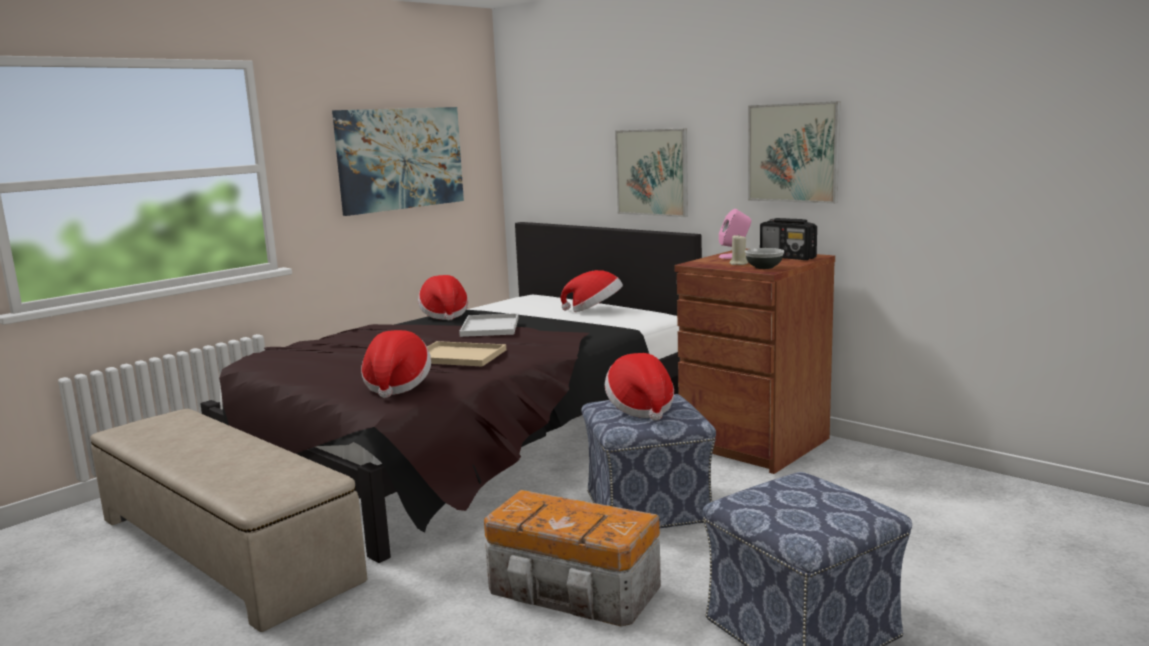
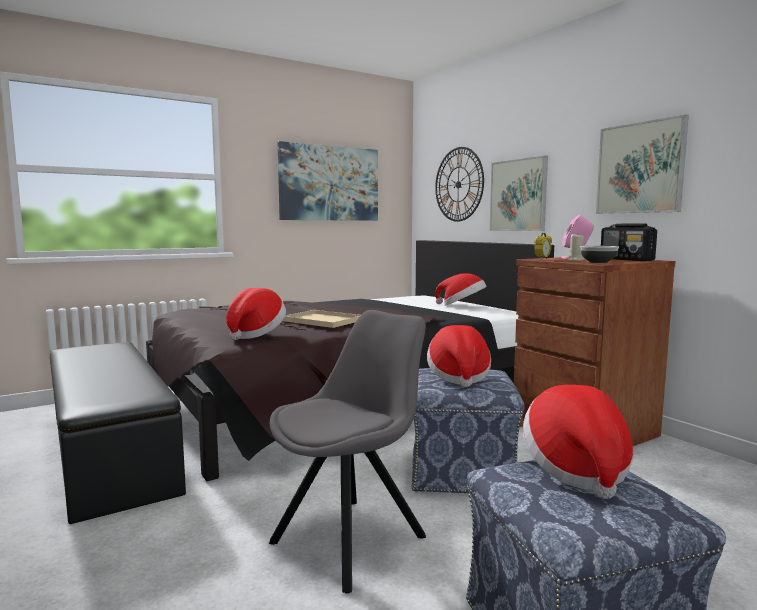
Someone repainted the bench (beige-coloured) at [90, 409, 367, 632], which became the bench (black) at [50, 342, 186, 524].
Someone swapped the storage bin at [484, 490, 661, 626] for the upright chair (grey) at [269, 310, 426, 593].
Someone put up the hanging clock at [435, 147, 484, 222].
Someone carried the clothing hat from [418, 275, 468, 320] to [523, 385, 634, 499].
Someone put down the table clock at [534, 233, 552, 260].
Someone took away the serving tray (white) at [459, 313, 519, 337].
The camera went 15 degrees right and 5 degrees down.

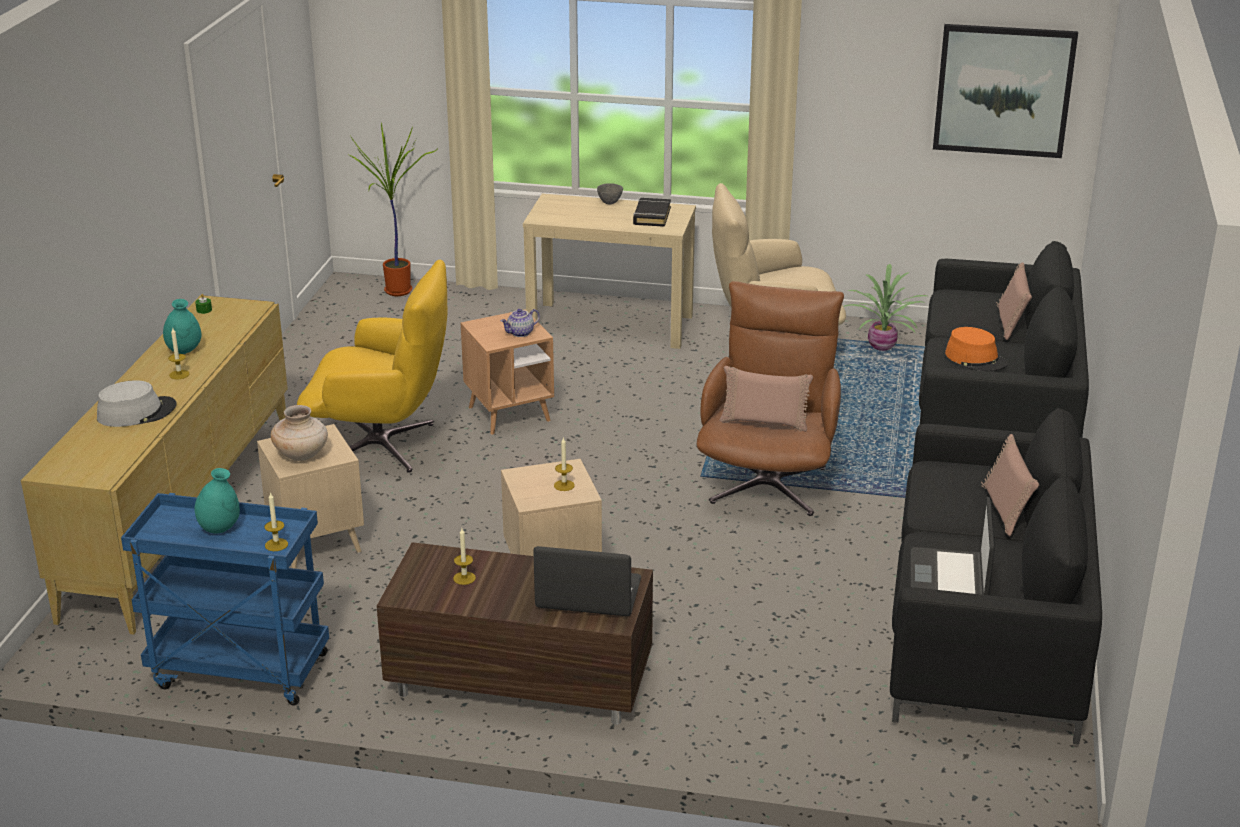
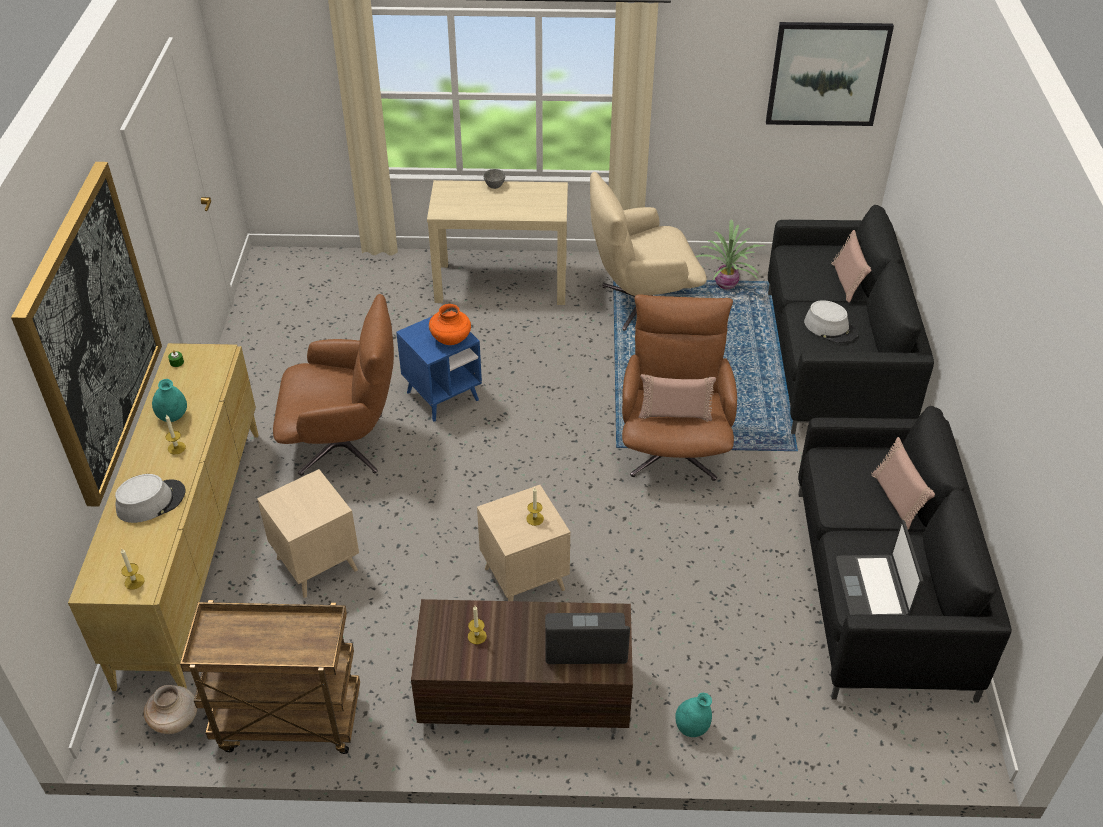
Someone put up the wall picture at [11, 162, 162, 507].
Someone carried the wax candle from [264, 492, 288, 551] to [121, 549, 144, 590].
Someone carried the flower vase (beige-coloured) from [271, 405, 328, 461] to [144, 685, 197, 734].
Someone repainted the wheeled cart (bluish) at [121, 493, 329, 706], which became the wheeled cart (brownish) at [180, 600, 360, 754].
Someone repainted the easy chair (yellow) at [297, 260, 448, 473], which became the easy chair (brownish) at [273, 294, 394, 476].
Someone repainted the accent table (brownish) at [461, 309, 554, 435], which became the accent table (bluish) at [396, 316, 482, 422].
Someone swapped the tea pot at [501, 309, 540, 337] for the flower vase (orange) at [429, 304, 471, 345].
Someone carried the flower vase (turquoise-coloured) from [195, 468, 240, 534] to [675, 693, 712, 737].
Someone repainted the clothing hat (orange) at [945, 327, 1008, 371], which became the clothing hat (grey) at [804, 300, 858, 343].
Someone took away the houseplant at [349, 123, 438, 296].
Someone took away the book (black) at [633, 198, 671, 227].
The camera went 10 degrees left and 15 degrees up.

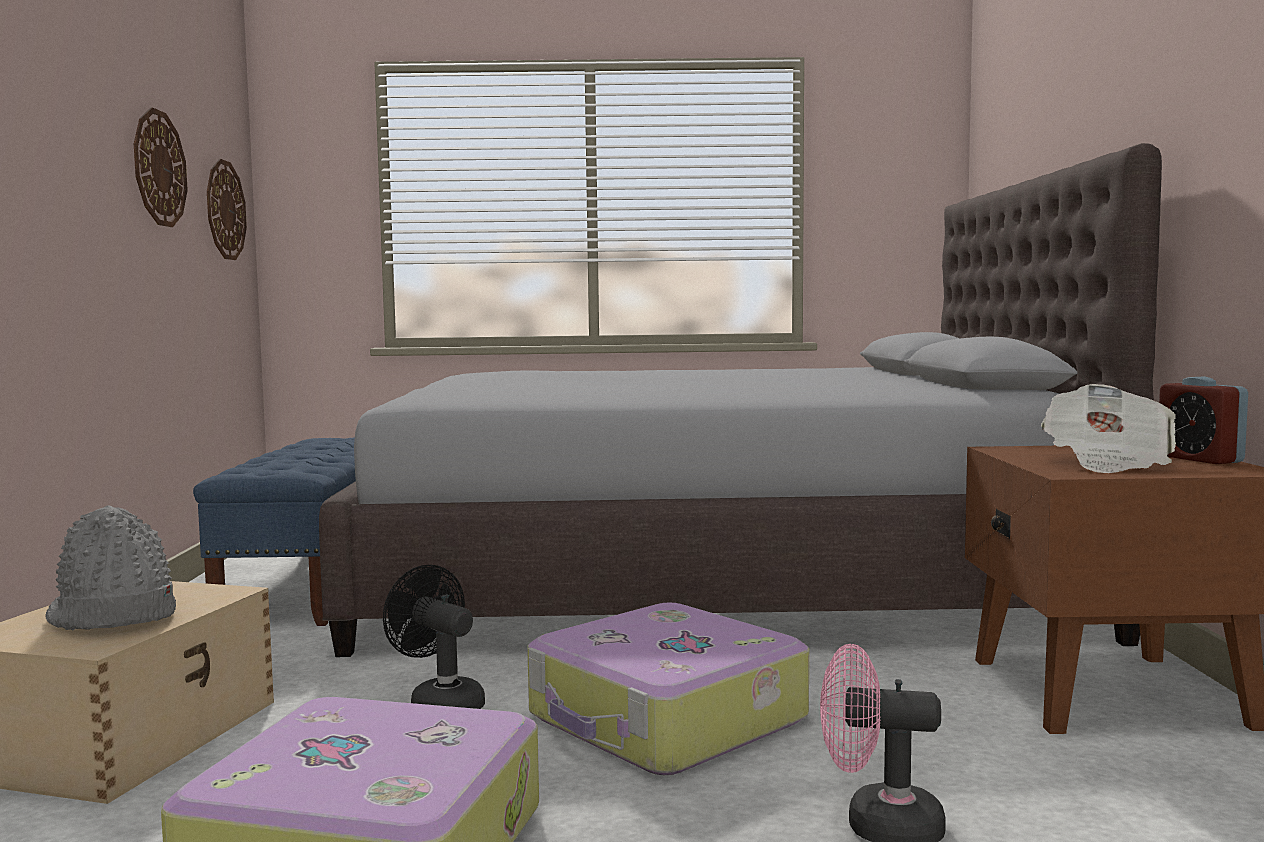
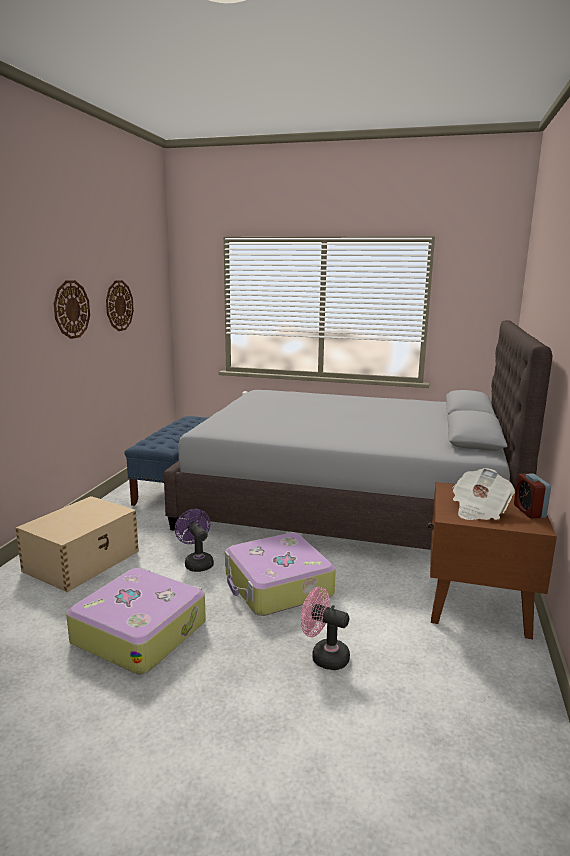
Someone carried the hanging clock from [207, 159, 247, 260] to [54, 280, 90, 339].
Someone repainted the cooling fan (black) at [383, 565, 485, 709], which became the cooling fan (purple) at [175, 509, 214, 572].
Someone took away the clothing hat (grey) at [45, 505, 176, 630].
The camera went 15 degrees right and 10 degrees up.

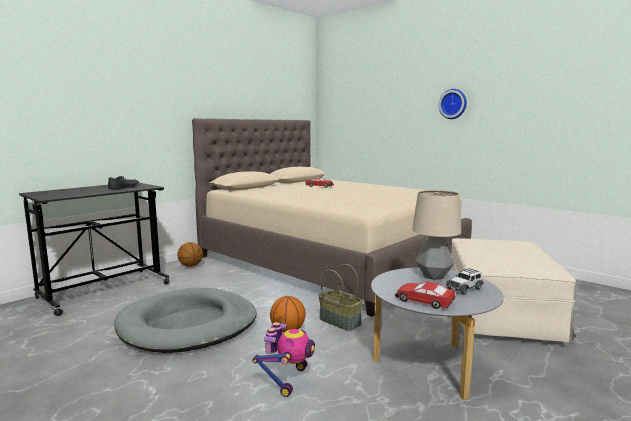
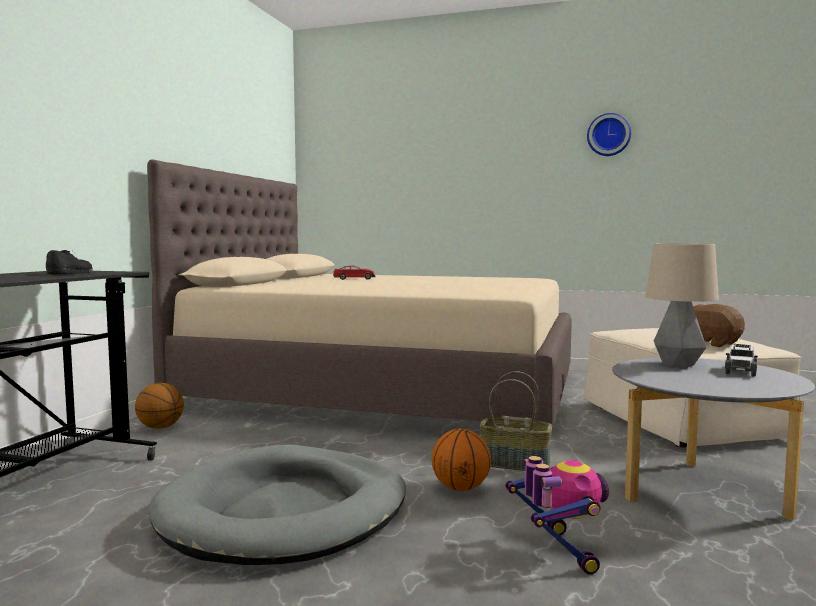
Someone carried the hanging clock from [439, 89, 467, 119] to [587, 113, 631, 156].
Someone put down the soft toy (brownish) at [693, 304, 745, 347].
Someone took away the toy car at [395, 282, 456, 309].
The camera went 25 degrees left and 5 degrees down.

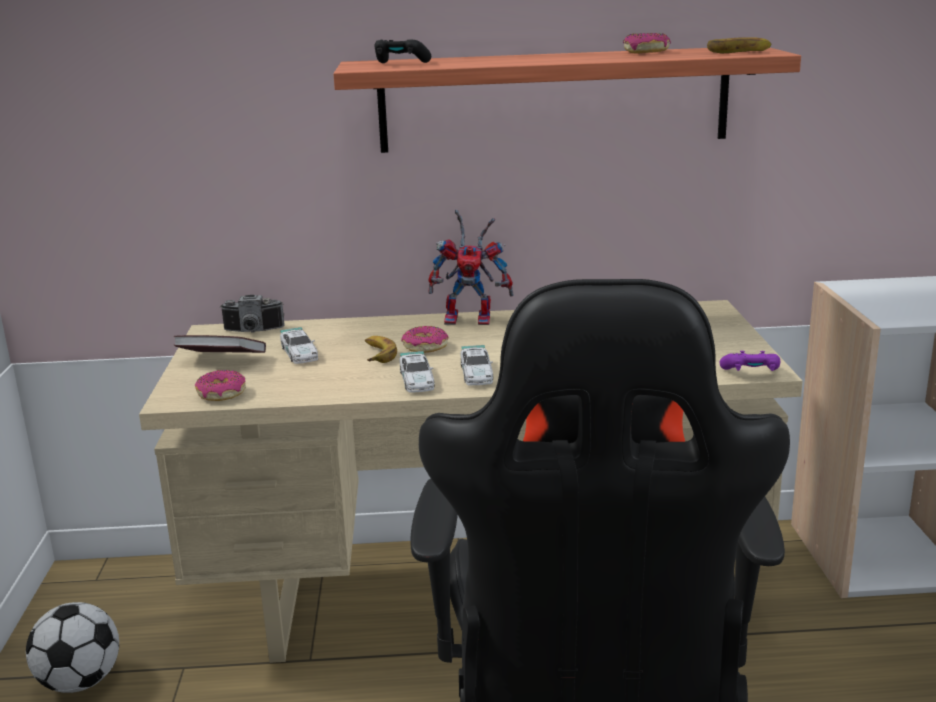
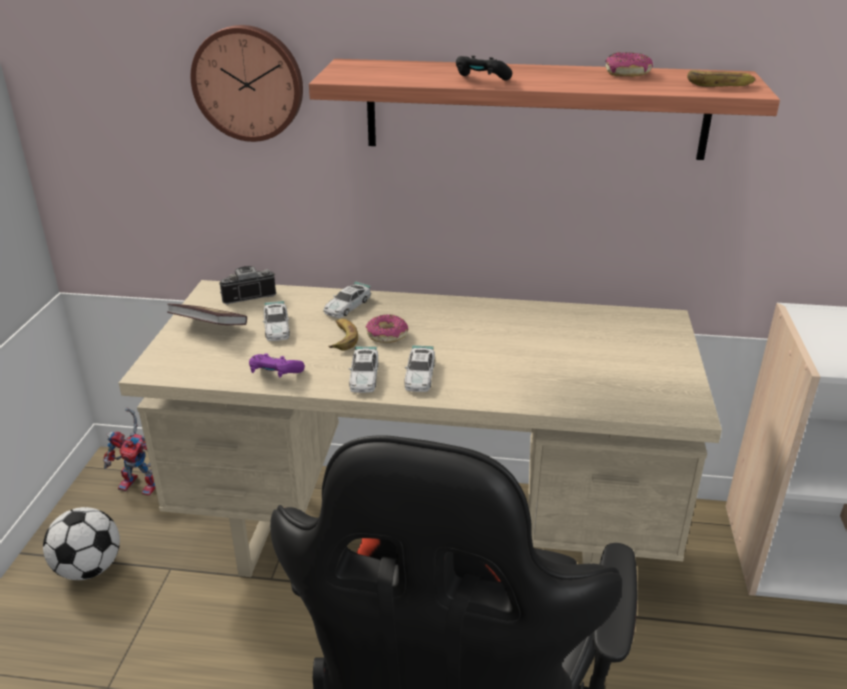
Someone carried the model robot from [428, 210, 513, 325] to [103, 408, 155, 496].
Someone put up the hanging clock at [191, 25, 303, 142].
Someone rotated the still camera at [220, 295, 285, 333] by 150 degrees clockwise.
Someone carried the game controller (purple) from [720, 351, 780, 371] to [249, 353, 305, 377].
Someone put down the toy car at [323, 282, 371, 318].
Someone carried the game controller (black) from [374, 39, 431, 63] to [456, 56, 512, 80].
Someone took away the donut at [195, 370, 246, 401].
The camera went 10 degrees right and 10 degrees up.

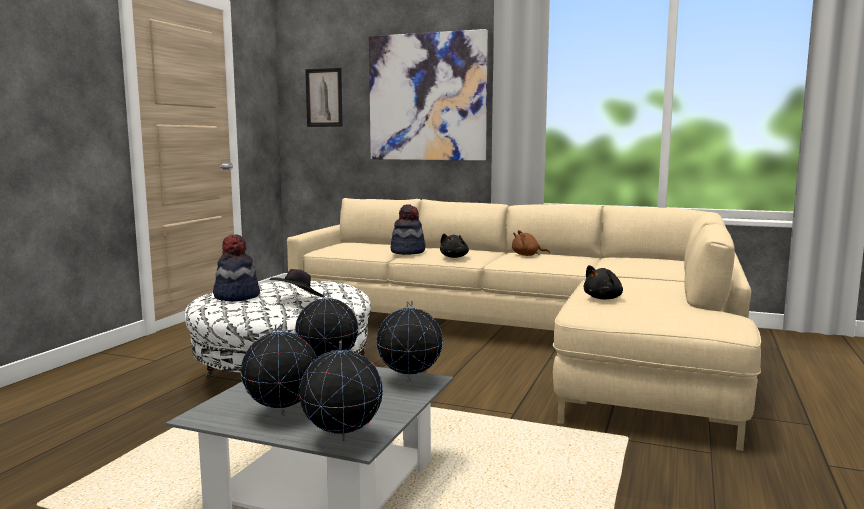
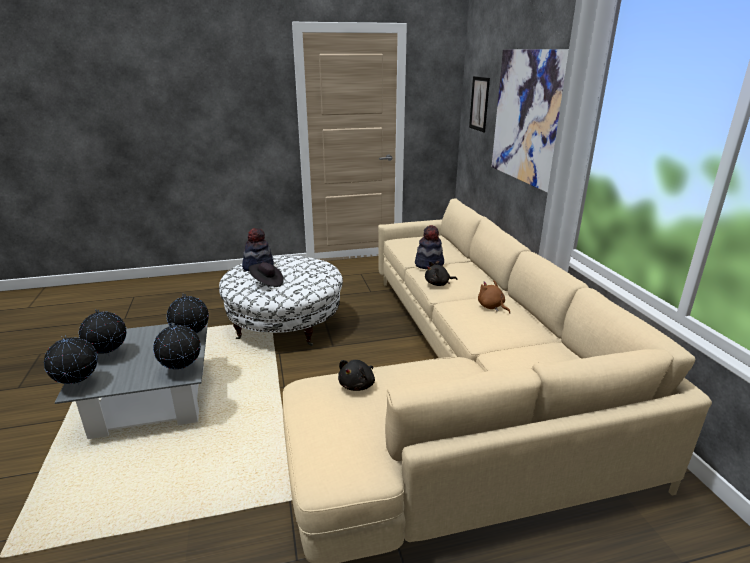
Someone rotated the soft toy (black) at [584, 265, 623, 299] by 75 degrees counterclockwise.
The camera went 55 degrees right and 15 degrees up.

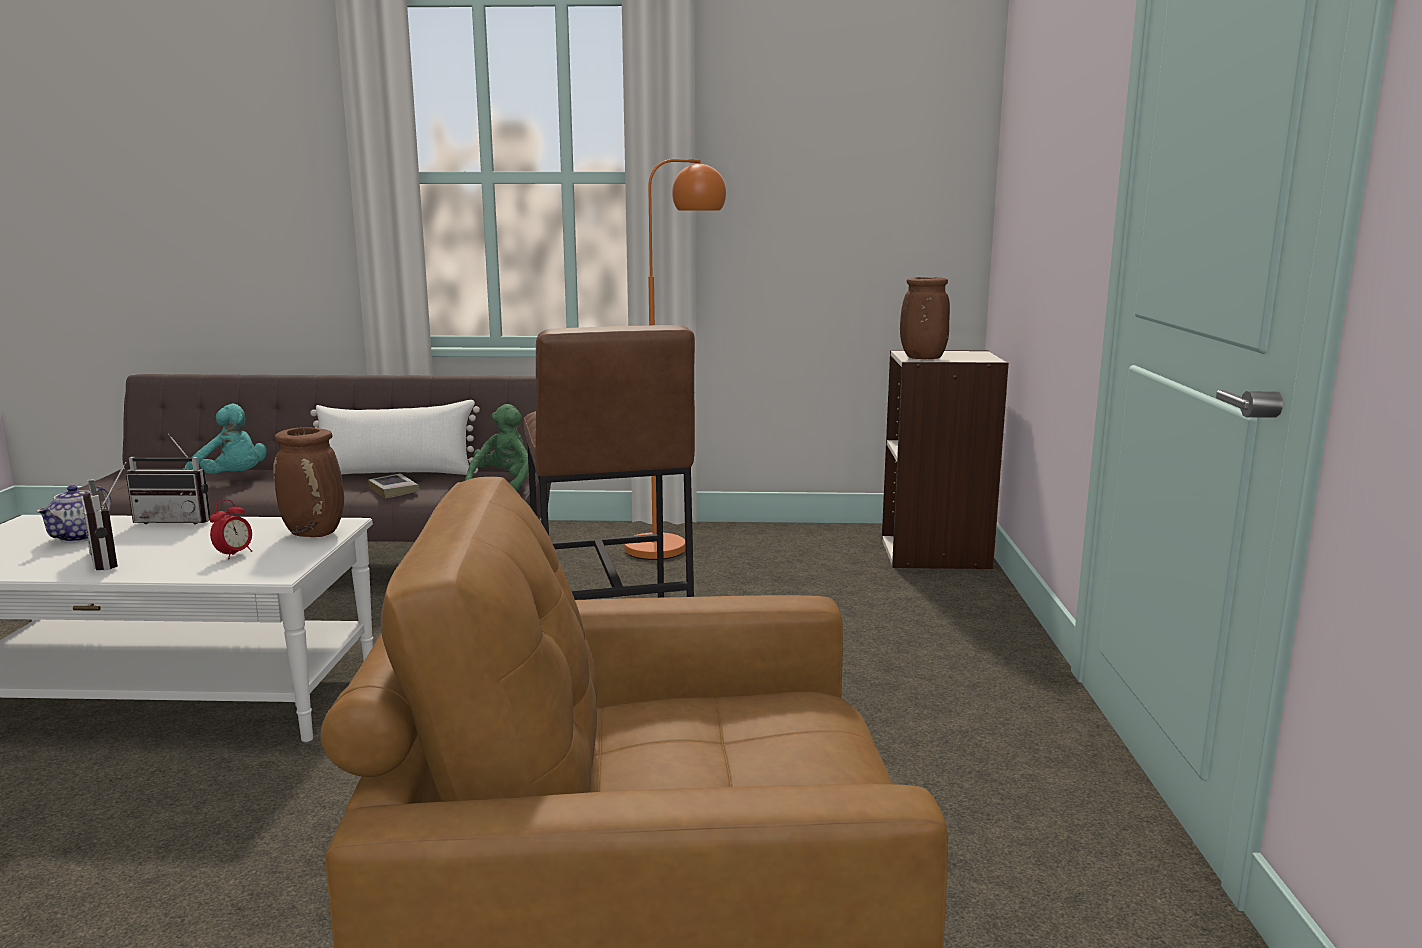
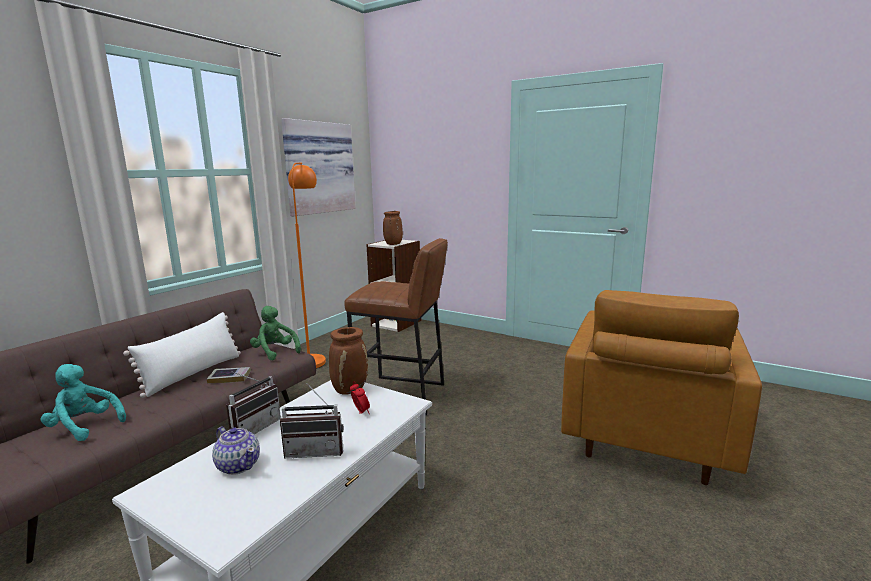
Someone rotated the soft toy (turquoise-coloured) at [183, 404, 267, 474] by 120 degrees counterclockwise.
Someone put up the wall picture at [281, 118, 356, 216].
The camera went 60 degrees left and 0 degrees up.

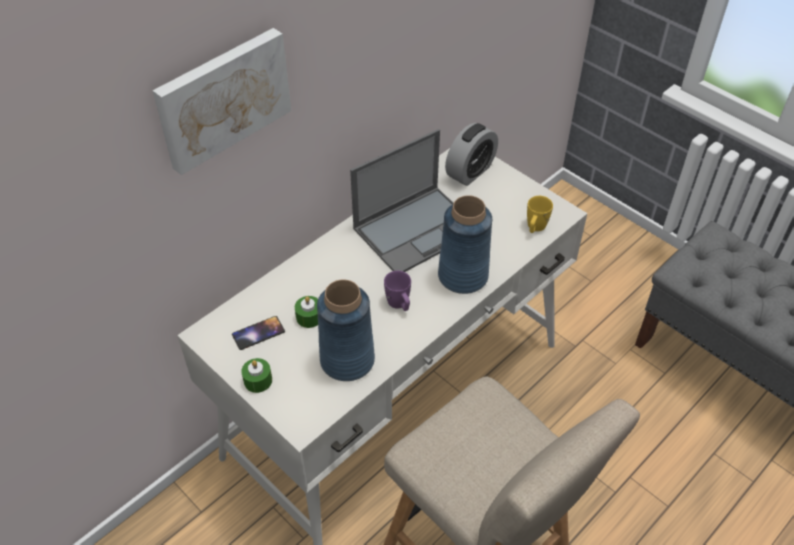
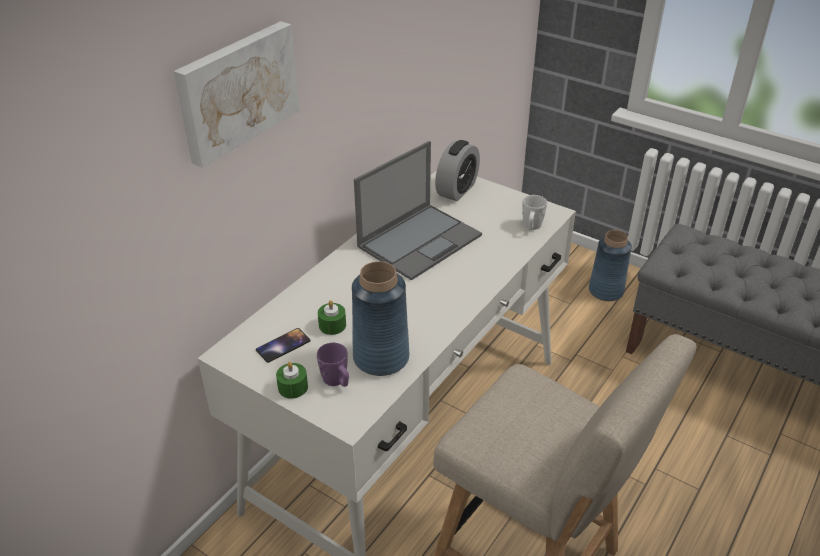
Someone carried the mug (purple) from [384, 271, 411, 311] to [317, 343, 349, 387].
Someone repainted the mug (yellow) at [527, 196, 553, 233], which became the mug (white) at [522, 195, 547, 230].
Someone carried the flower vase (bluish) from [438, 195, 492, 294] to [589, 230, 632, 301].
The camera went 10 degrees left and 10 degrees down.

